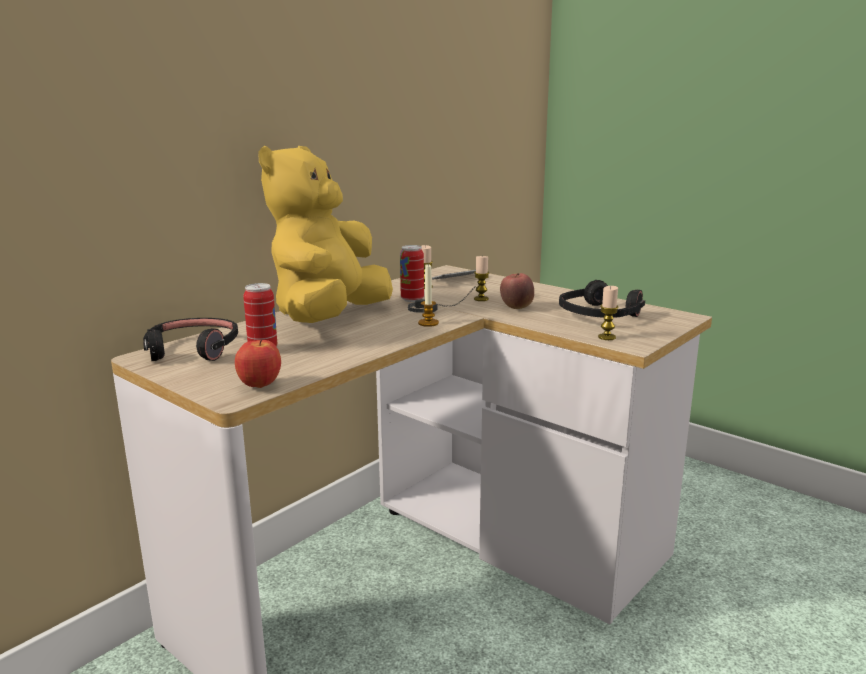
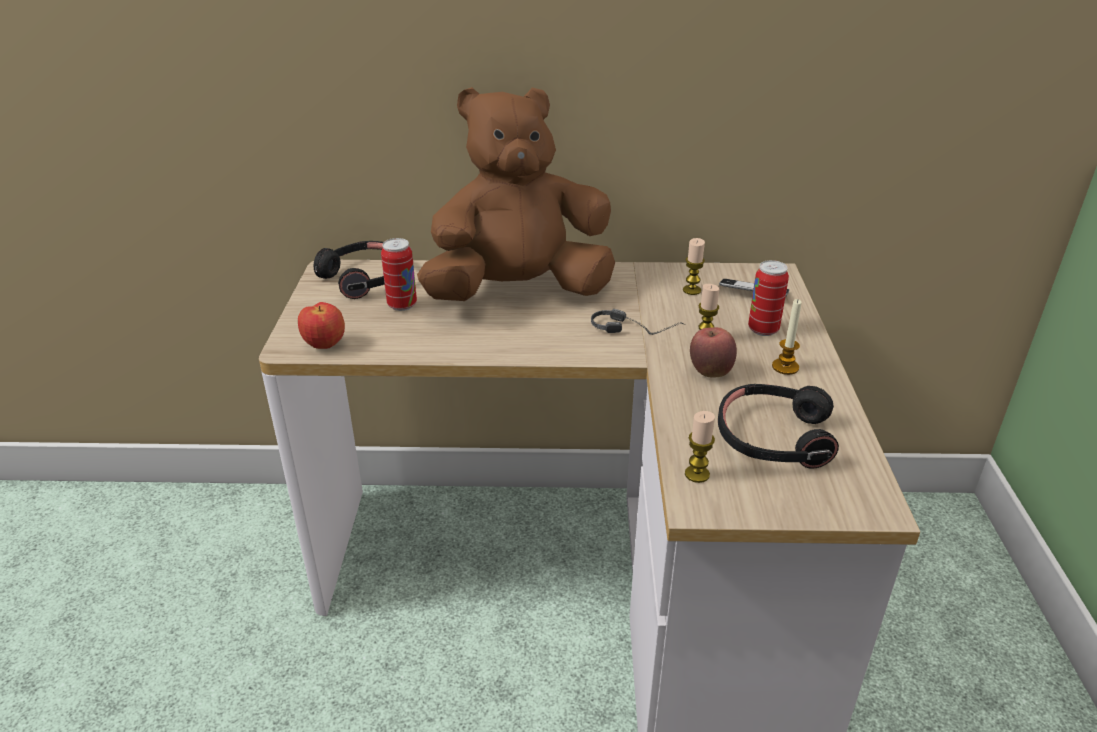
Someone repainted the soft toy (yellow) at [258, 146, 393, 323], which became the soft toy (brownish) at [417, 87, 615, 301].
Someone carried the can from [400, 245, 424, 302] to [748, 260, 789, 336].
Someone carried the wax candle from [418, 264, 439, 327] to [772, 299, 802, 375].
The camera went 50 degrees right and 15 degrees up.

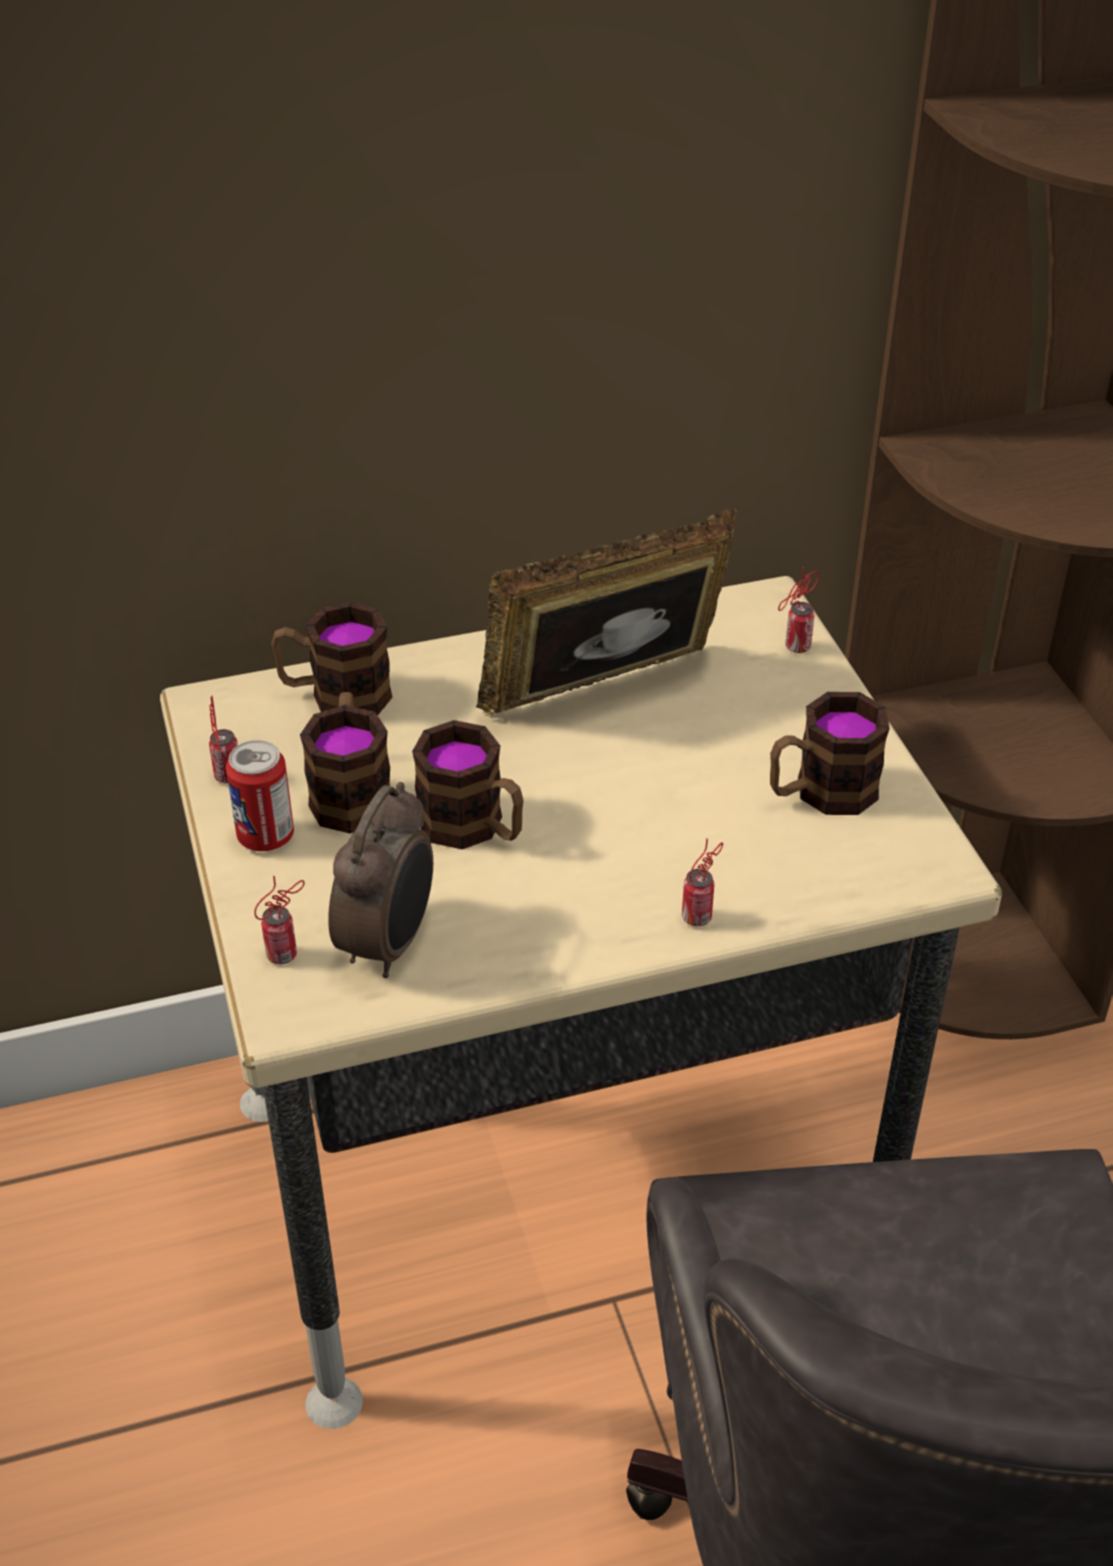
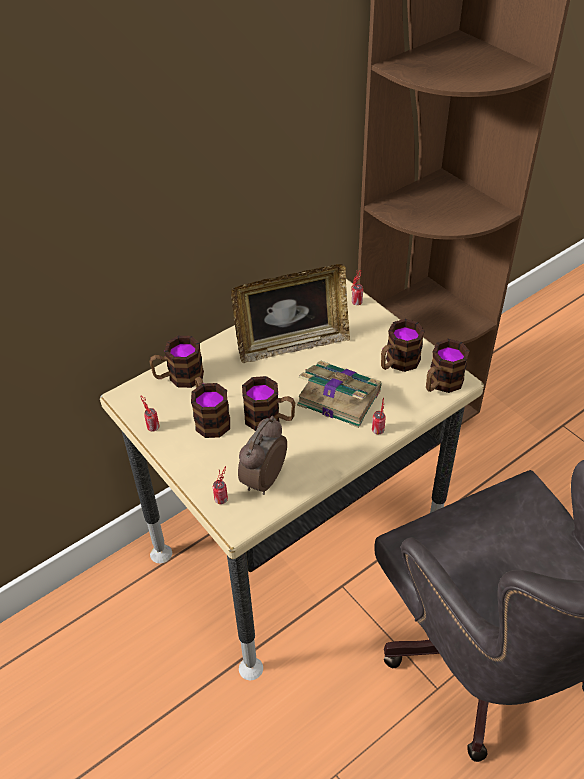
Someone rotated the standing frame at [476, 508, 737, 715] by 150 degrees counterclockwise.
Someone rotated the table clock at [328, 782, 433, 978] by 150 degrees counterclockwise.
Someone put down the book at [297, 361, 382, 428].
Someone put down the mug at [426, 339, 469, 393].
Someone took away the can at [226, 740, 294, 851].
The camera went 20 degrees left and 5 degrees up.

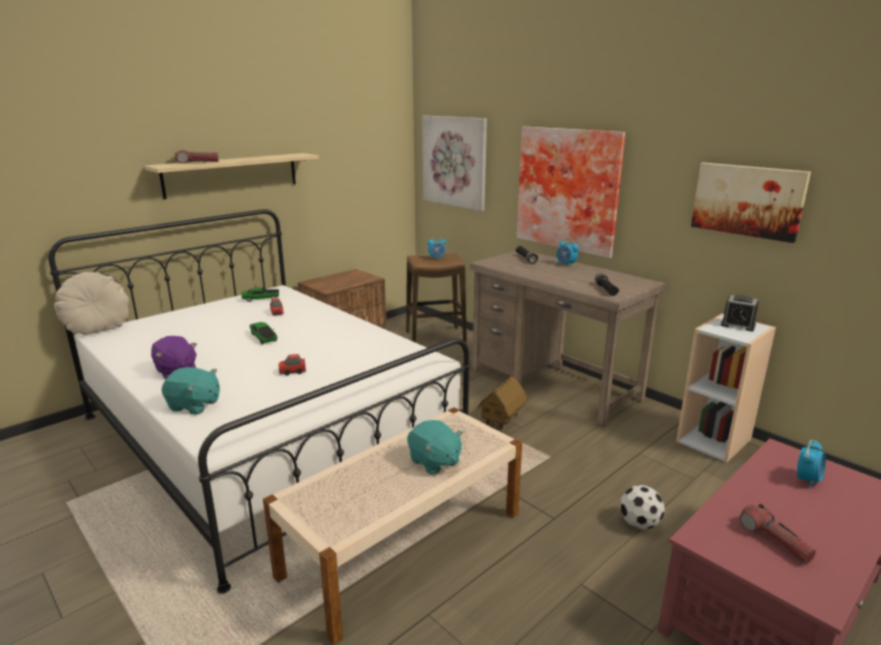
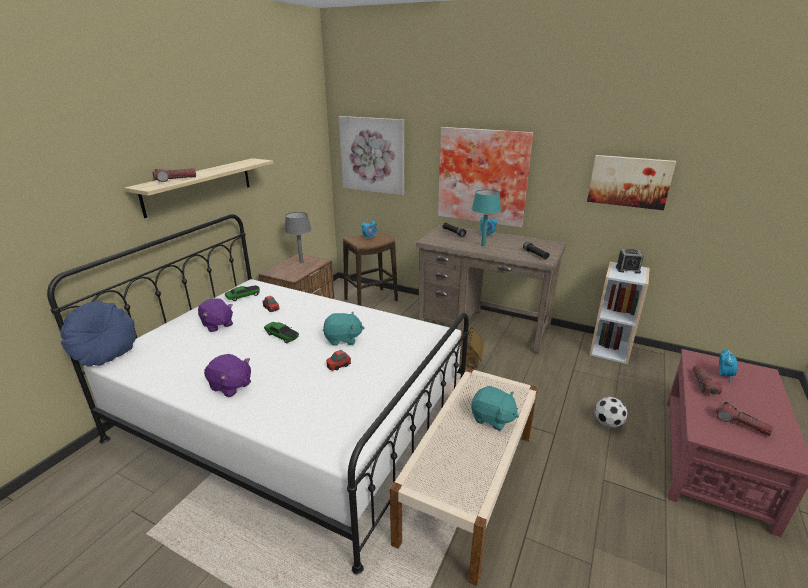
Someone repainted the cushion (beige-coloured) at [54, 272, 129, 335], which became the cushion (bluish) at [61, 301, 136, 366].
Someone put down the soft toy (purple) at [198, 298, 233, 332].
Someone put down the table lamp (grey) at [285, 212, 312, 263].
Someone carried the soft toy (turquoise-coloured) from [162, 367, 220, 415] to [323, 312, 364, 346].
Someone put down the table lamp (turquoise-coloured) at [472, 189, 501, 246].
Someone put down the flashlight at [693, 364, 722, 395].
The camera went 20 degrees left and 5 degrees up.

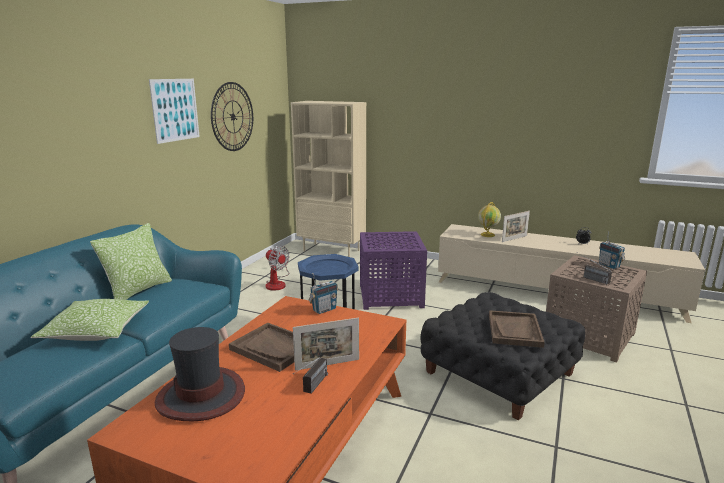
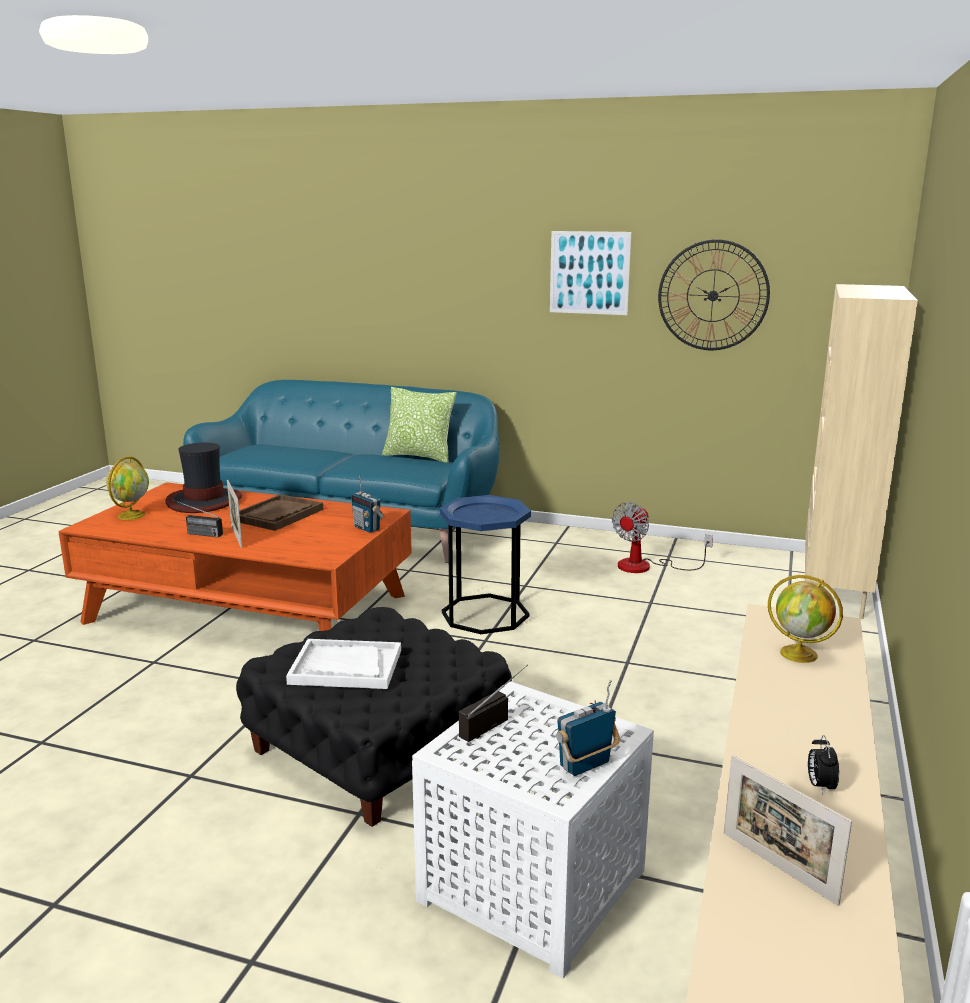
Someone put down the world globe at [106, 456, 149, 520].
Someone repainted the serving tray (brownish) at [489, 310, 545, 348], which became the serving tray (white) at [286, 639, 401, 689].
Someone repainted the accent table (brownish) at [546, 255, 647, 362], which became the accent table (white) at [412, 681, 654, 979].
Someone carried the standing frame from [502, 211, 530, 242] to [724, 755, 852, 906].
Someone took away the cushion at [31, 299, 149, 341].
Someone took away the accent table (purple) at [360, 231, 427, 310].
The camera went 85 degrees right and 0 degrees up.

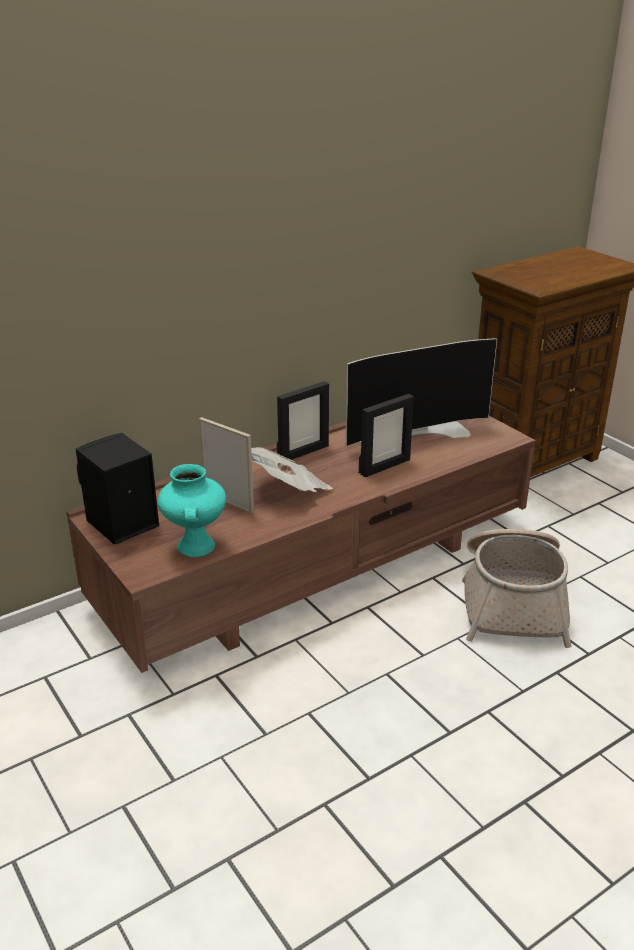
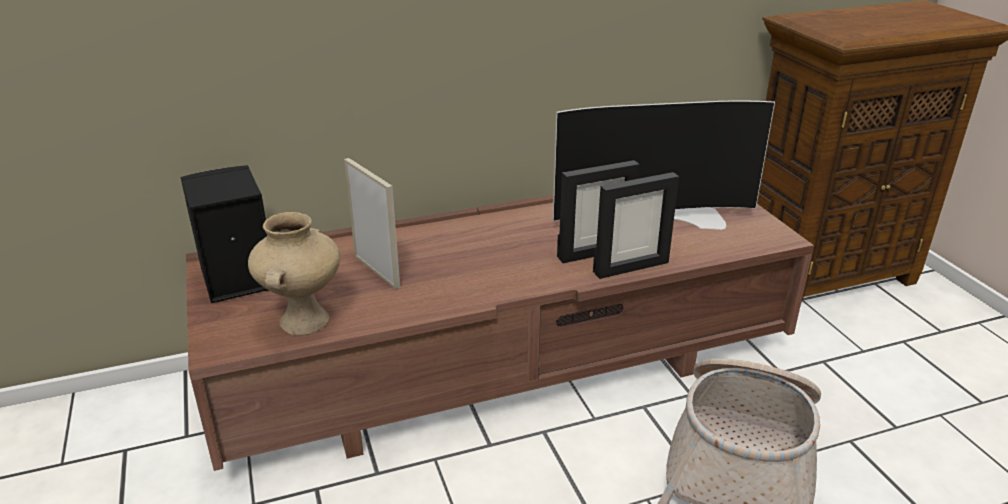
Someone repainted the flower vase (turquoise-coloured) at [158, 464, 226, 557], which became the flower vase (beige-coloured) at [248, 212, 340, 335].
Someone carried the standing frame from [277, 381, 329, 460] to [593, 172, 679, 279].
Someone took away the daily paper at [251, 447, 333, 492].
The camera went 15 degrees right and 0 degrees up.

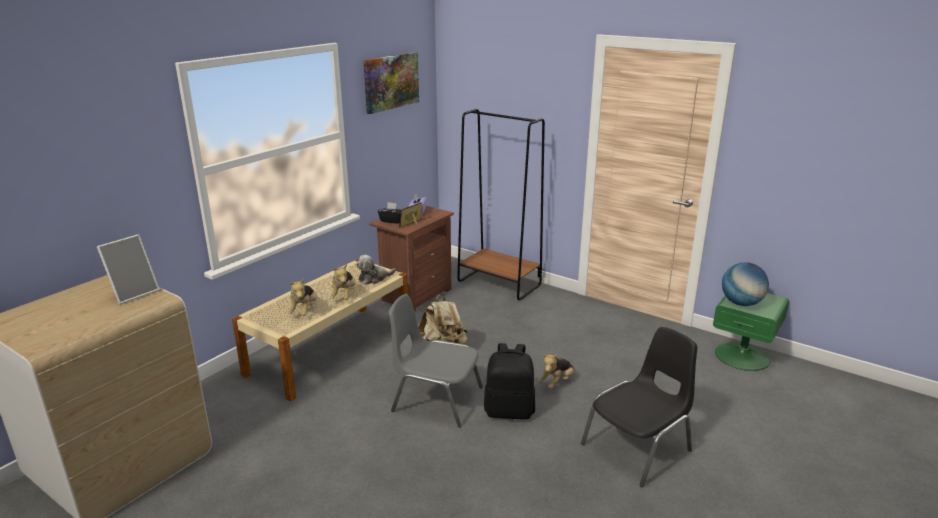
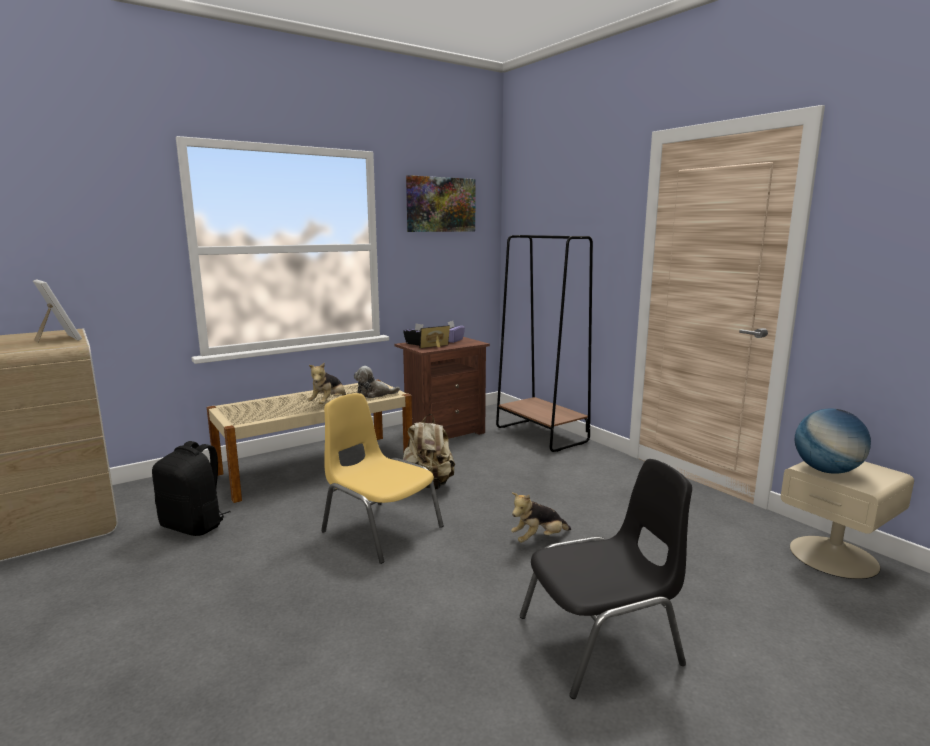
Someone rotated the standing frame at [97, 234, 160, 304] by 105 degrees counterclockwise.
Someone carried the backpack (black) from [484, 343, 535, 420] to [152, 441, 231, 536].
Someone repainted the upright chair (grey) at [389, 294, 483, 428], which became the upright chair (yellow) at [321, 393, 444, 564].
Someone repainted the nightstand (greenish) at [713, 293, 789, 371], which became the nightstand (beige-coloured) at [781, 461, 914, 579].
Someone took away the soft toy at [288, 279, 317, 316].
The camera went 20 degrees right and 10 degrees down.

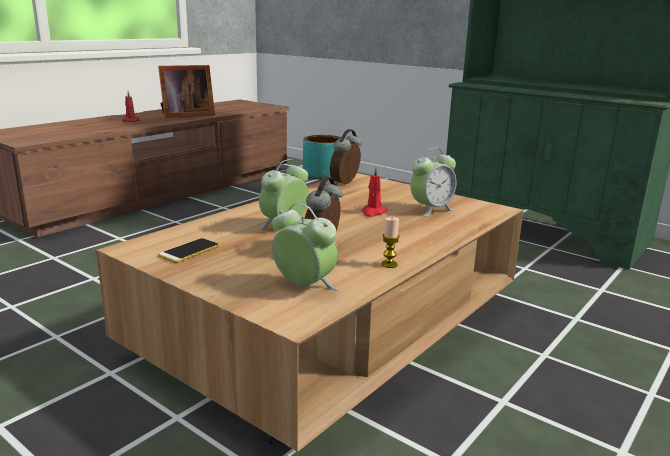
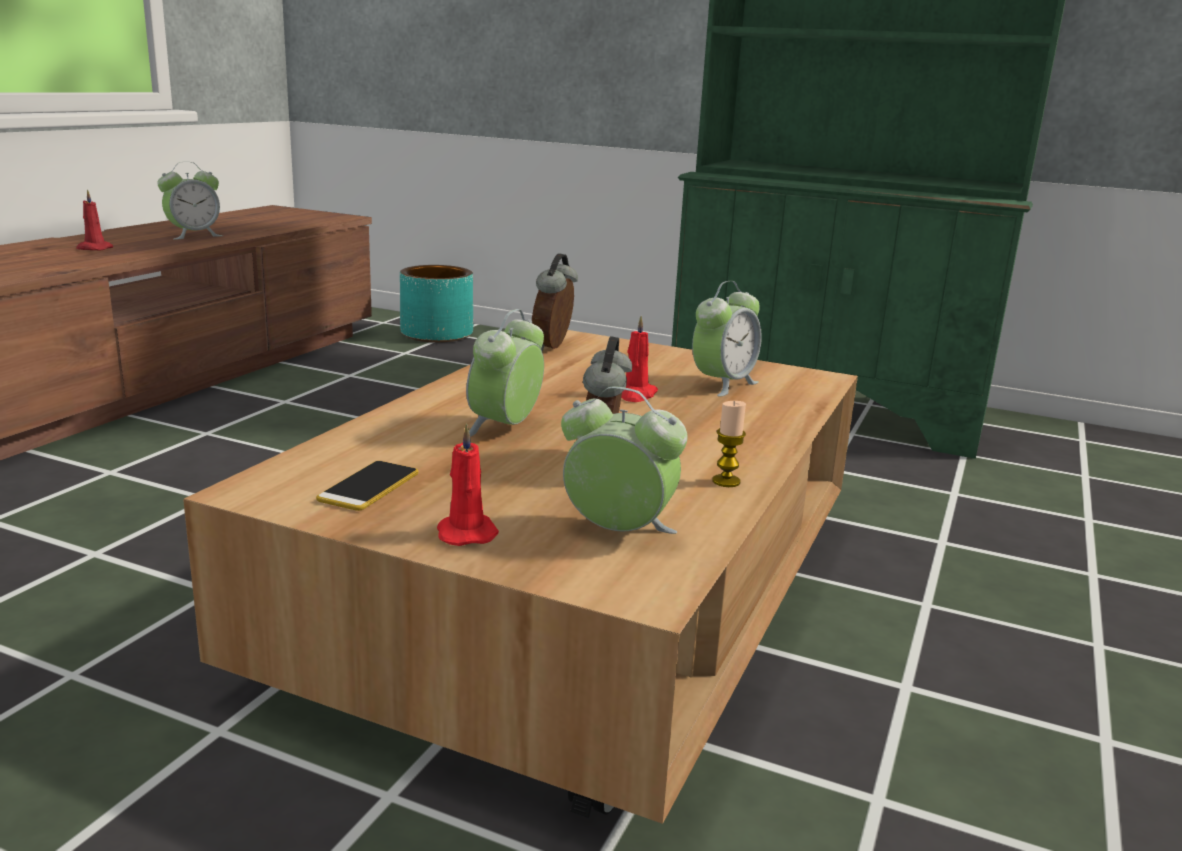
Someone swapped the standing frame at [158, 65, 215, 118] for the table clock at [157, 162, 223, 239].
Someone put down the wax candle (red) at [437, 424, 499, 546].
The camera went 15 degrees left and 0 degrees up.

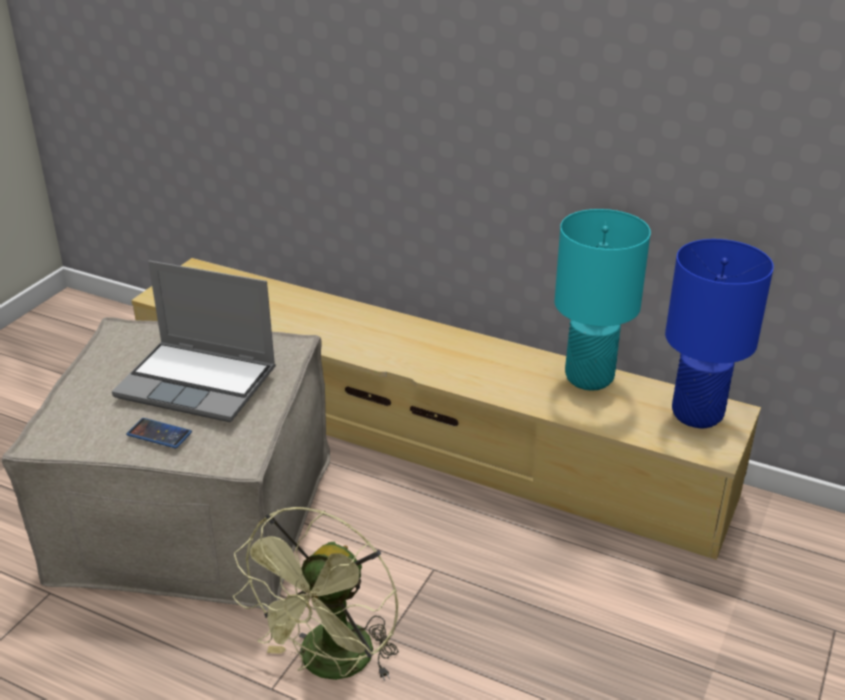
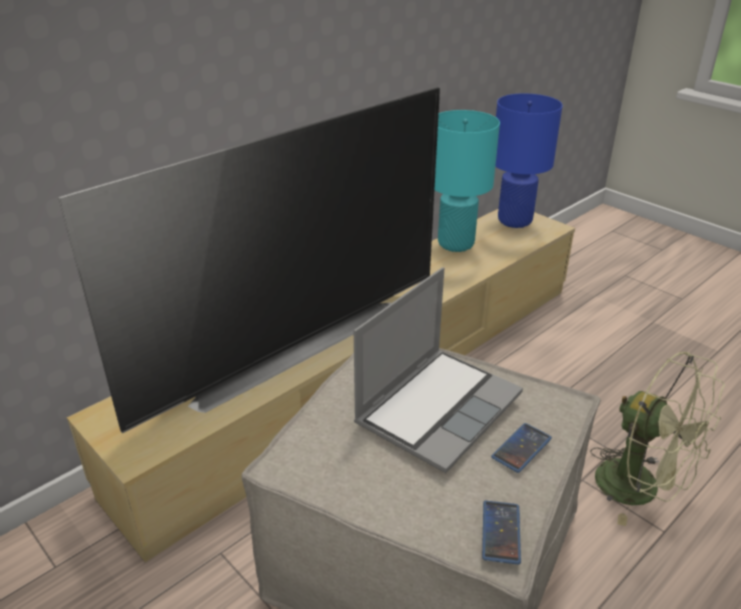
Someone put down the television at [58, 87, 440, 434].
Someone put down the telephone at [482, 501, 521, 564].
The camera went 70 degrees left and 0 degrees up.

